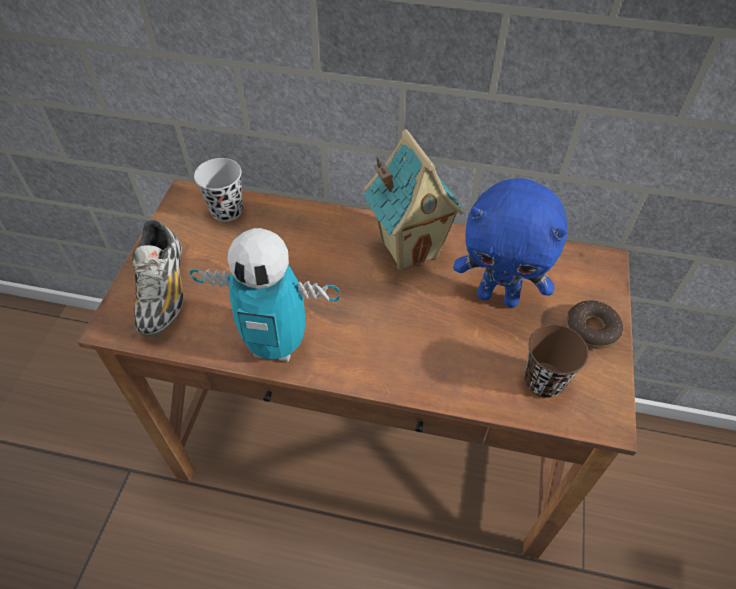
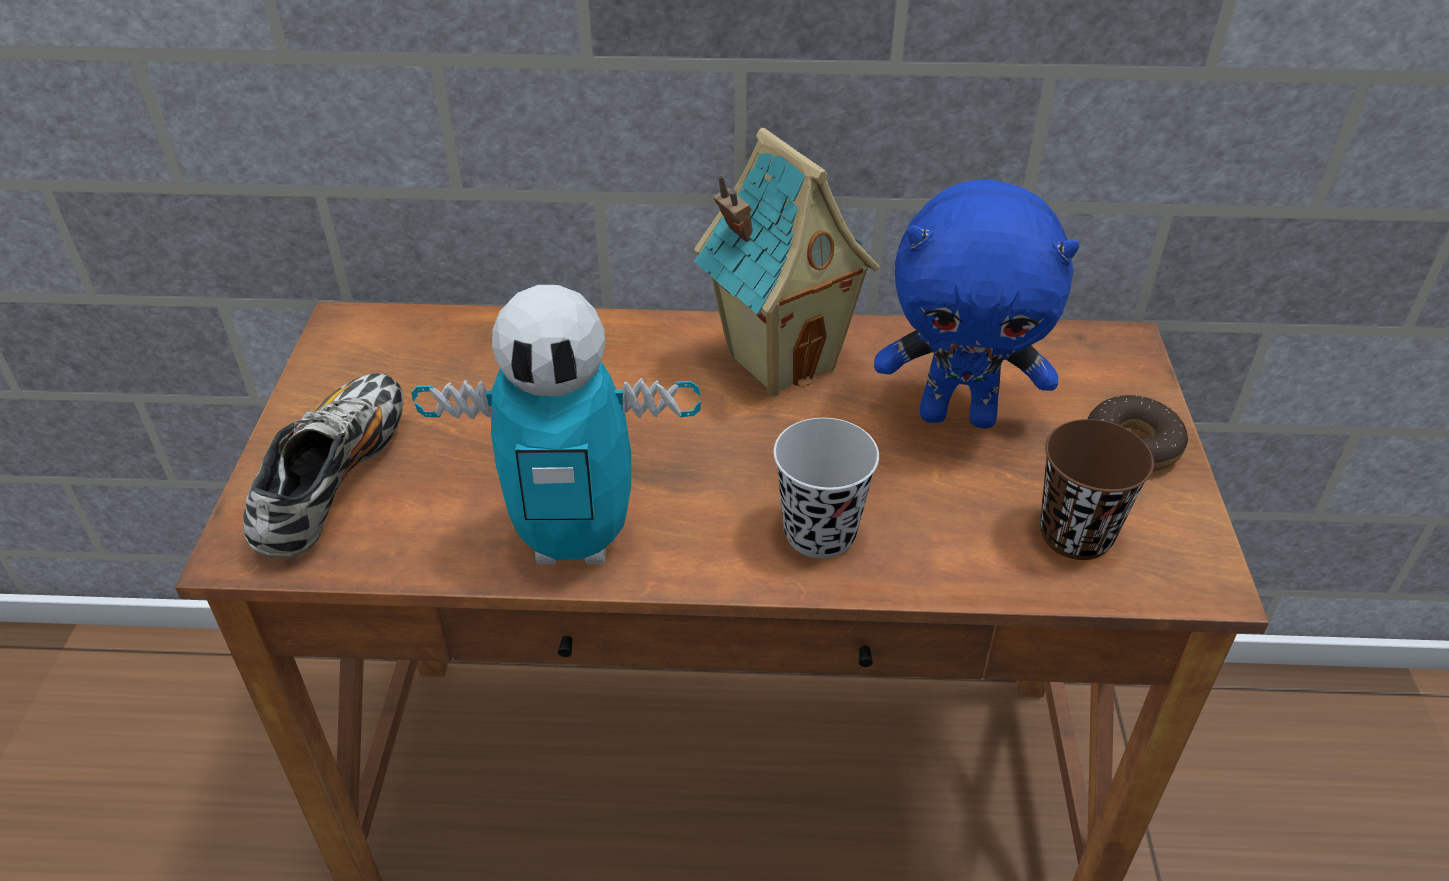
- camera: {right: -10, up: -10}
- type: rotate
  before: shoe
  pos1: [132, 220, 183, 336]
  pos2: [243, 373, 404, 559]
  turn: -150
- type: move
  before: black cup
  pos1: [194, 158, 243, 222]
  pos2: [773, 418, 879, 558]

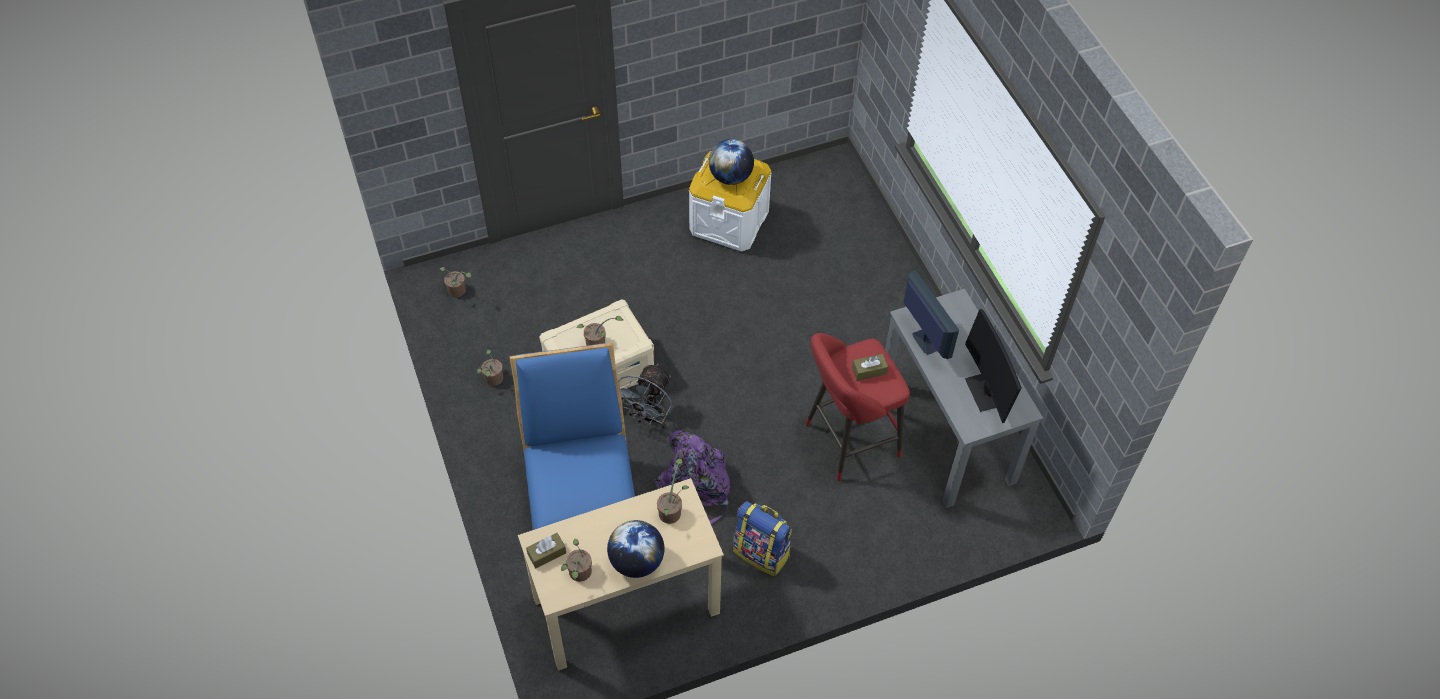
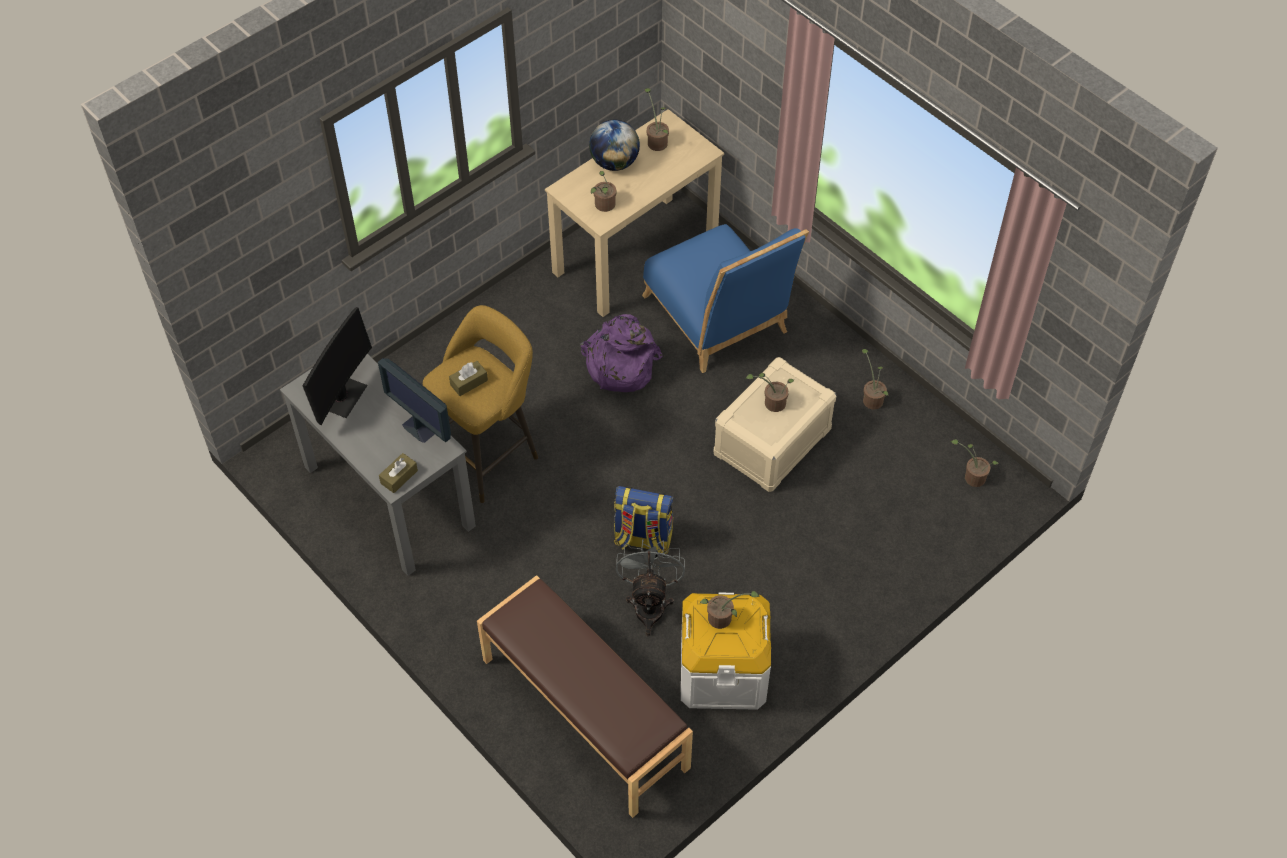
- camera: {right: 160, up: 0}
- type: rotate
  before: monitor
  pos1: [965, 309, 1022, 423]
  pos2: [303, 307, 372, 425]
  turn: 60
- type: move
  before: brownish box of tissues
  pos1: [526, 533, 566, 569]
  pos2: [379, 453, 418, 493]
- type: recolor
  before: red sitting stool
  after: yellowish sitting stool
  pos1: [805, 333, 910, 481]
  pos2: [423, 305, 538, 503]
- type: insert
  after: brownish indoor bench
  pos2: [477, 575, 693, 818]
- type: move
  before: knapsack
  pos1: [733, 501, 792, 576]
  pos2: [614, 486, 674, 554]
- type: move
  before: grey cooling fan
  pos1: [618, 363, 672, 429]
  pos2: [616, 539, 685, 636]
- type: replace
  before: desk globe
  after: plant in a pot
  pos1: [709, 139, 754, 185]
  pos2: [700, 591, 760, 629]

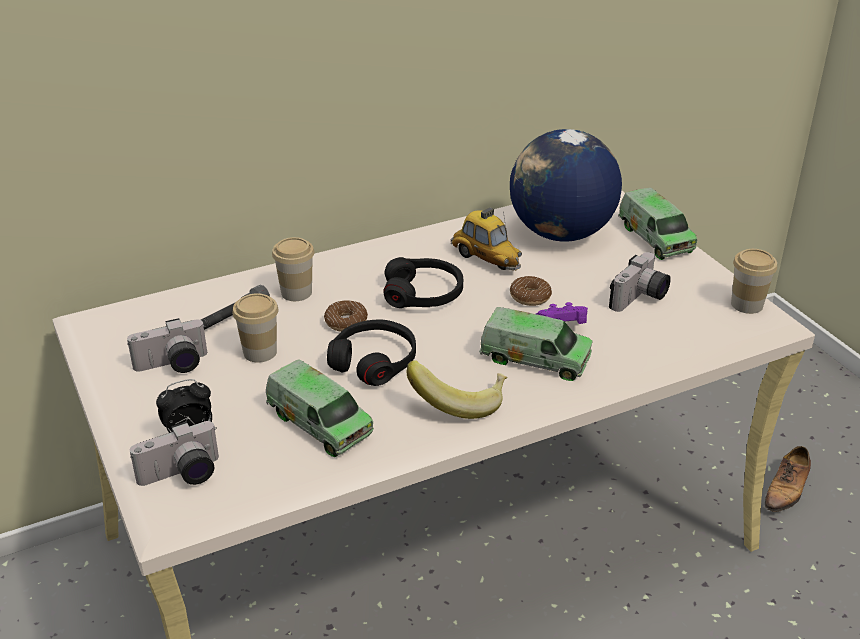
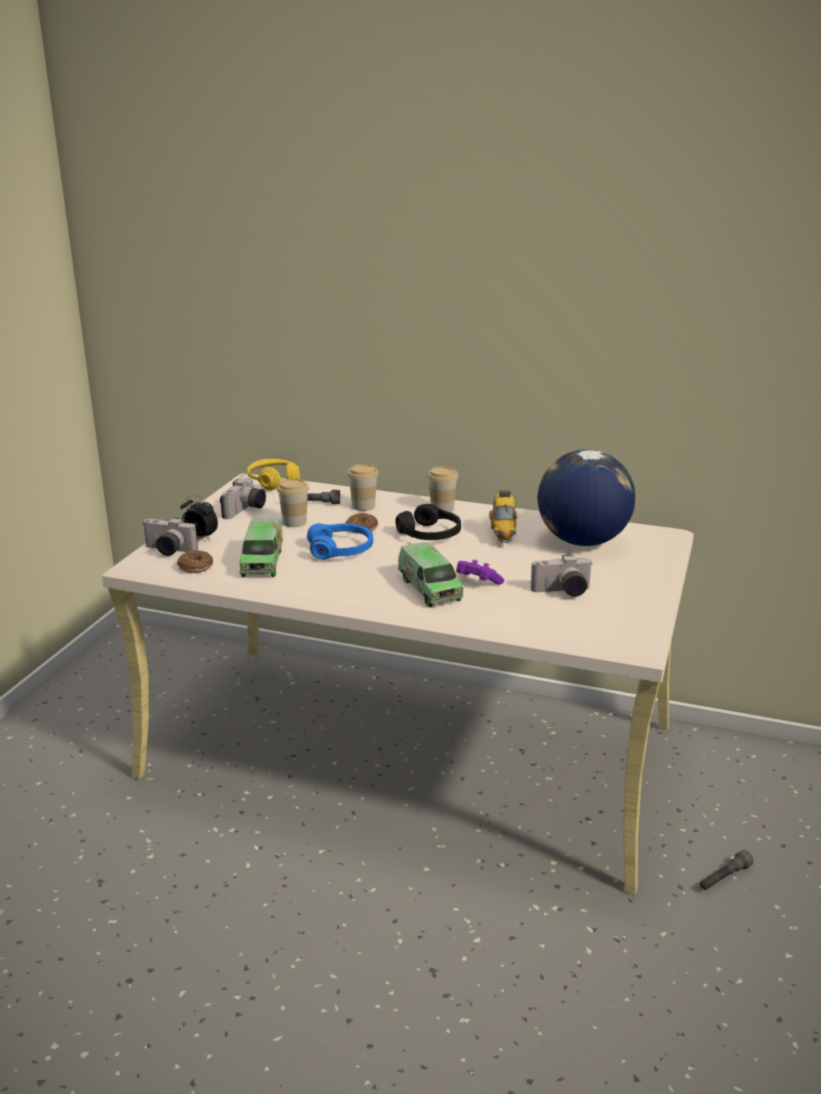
- camera: {right: 45, up: -10}
- type: move
  before: doughnut
  pos1: [510, 276, 552, 306]
  pos2: [177, 550, 213, 573]
- type: rotate
  before: still camera
  pos1: [127, 318, 207, 373]
  pos2: [220, 478, 266, 519]
  turn: -90
- type: insert
  after: yellowish headset
  pos2: [247, 459, 300, 490]
- type: recolor
  before: black headset
  after: blue-coloured headset
  pos1: [327, 319, 416, 386]
  pos2: [307, 523, 373, 560]
- type: move
  before: cup
  pos1: [731, 249, 777, 314]
  pos2: [427, 466, 458, 512]
- type: replace
  before: shoe
  after: grey torch
  pos1: [765, 446, 811, 512]
  pos2: [700, 850, 754, 890]
- type: delete
  before: banana
  pos1: [407, 360, 508, 419]
- type: delete
  before: toy lorry
  pos1: [618, 188, 697, 260]

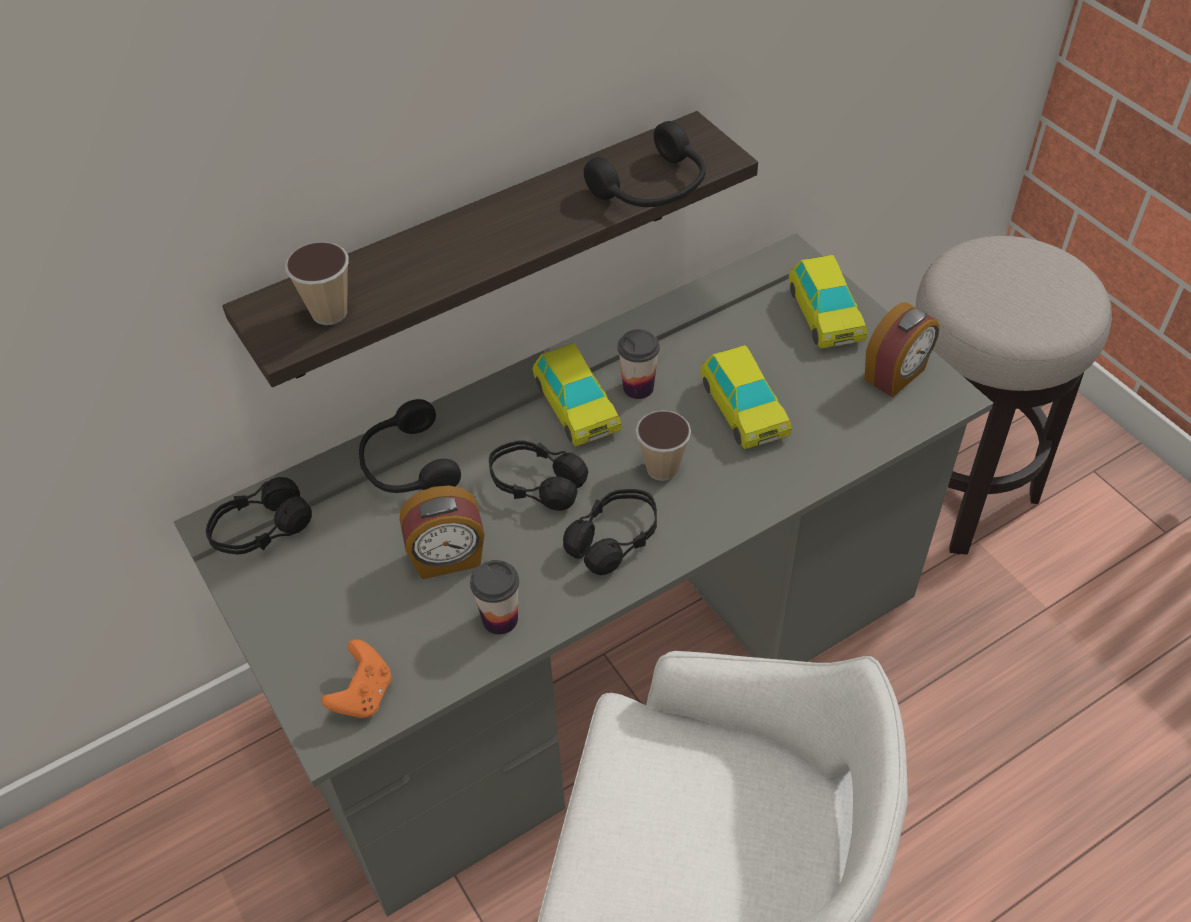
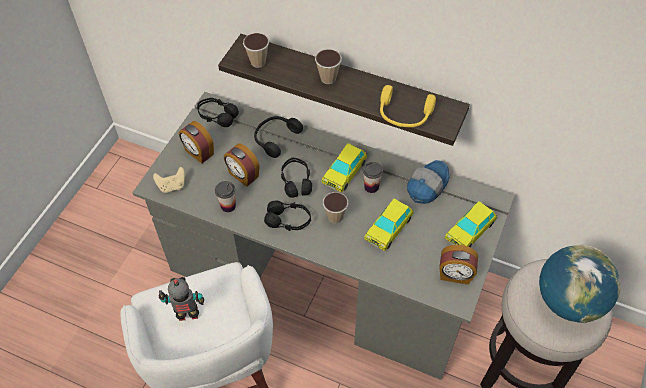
- camera: {right: 55, up: 5}
- type: recolor
  before: orangey joypad
  after: beige joypad
  pos1: [321, 639, 391, 718]
  pos2: [153, 167, 185, 193]
- type: insert
  after: toy robot
  pos2: [159, 277, 204, 321]
- type: insert
  after: table clock
  pos2: [179, 121, 214, 164]
- type: insert
  after: cup
  pos2: [315, 49, 342, 84]
- type: recolor
  before: black headset
  after: yellowish headset
  pos1: [584, 121, 706, 207]
  pos2: [380, 85, 436, 127]
- type: insert
  after: cap
  pos2: [407, 160, 450, 204]
- type: insert
  after: desk globe
  pos2: [539, 245, 620, 323]

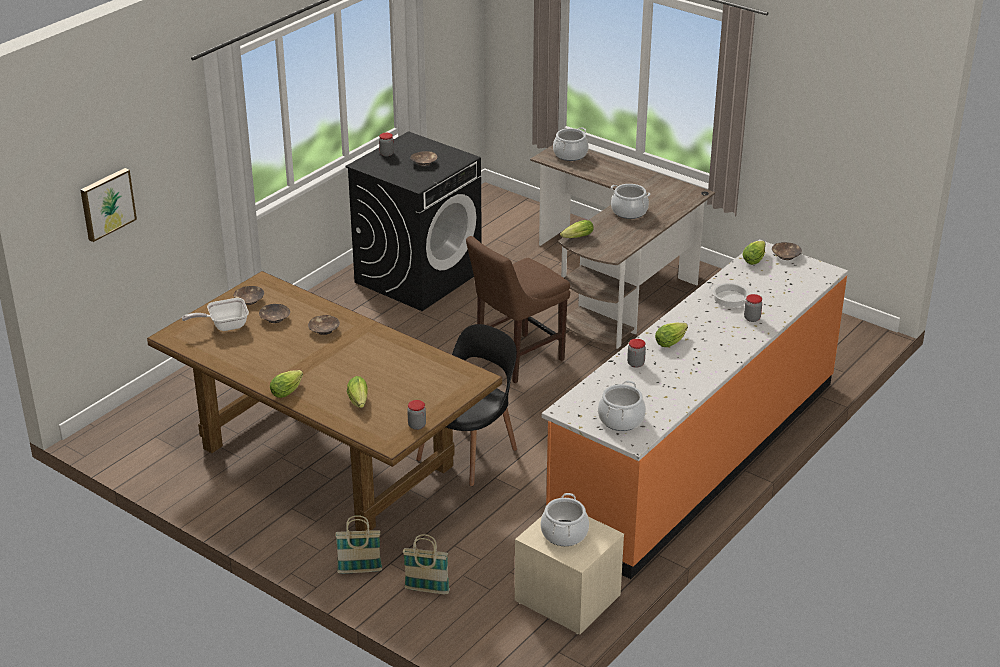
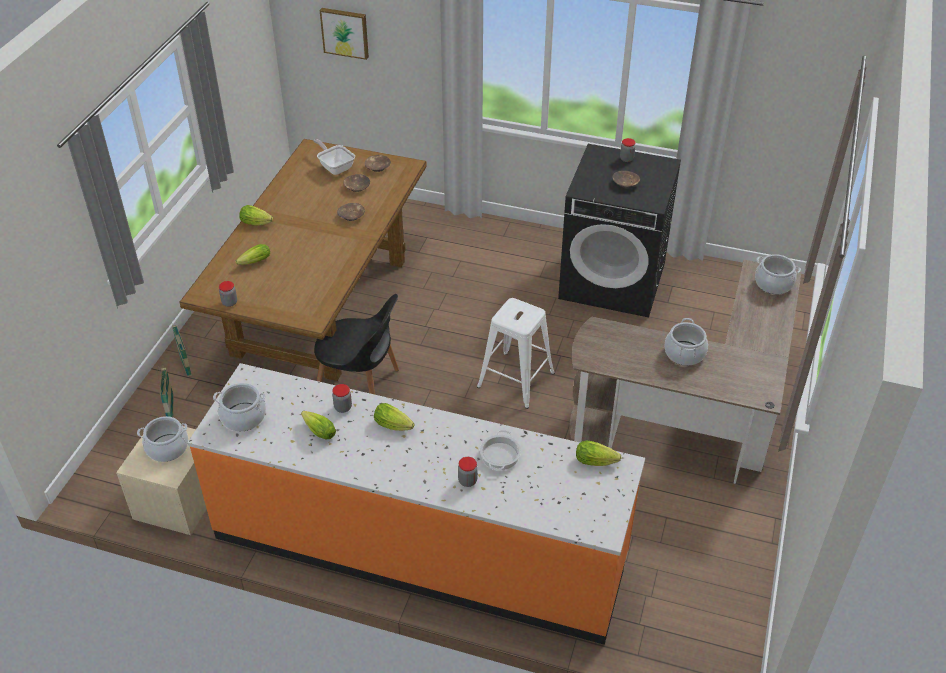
- camera: {right: 70, up: 10}
- type: move
  before: lettuce head
  pos1: [560, 220, 593, 238]
  pos2: [301, 411, 336, 440]
- type: replace
  before: brownish plain chair
  after: white sitting stool
  pos1: [466, 236, 570, 383]
  pos2: [477, 298, 555, 409]
- type: delete
  before: brownish deep dish
  pos1: [772, 242, 802, 260]

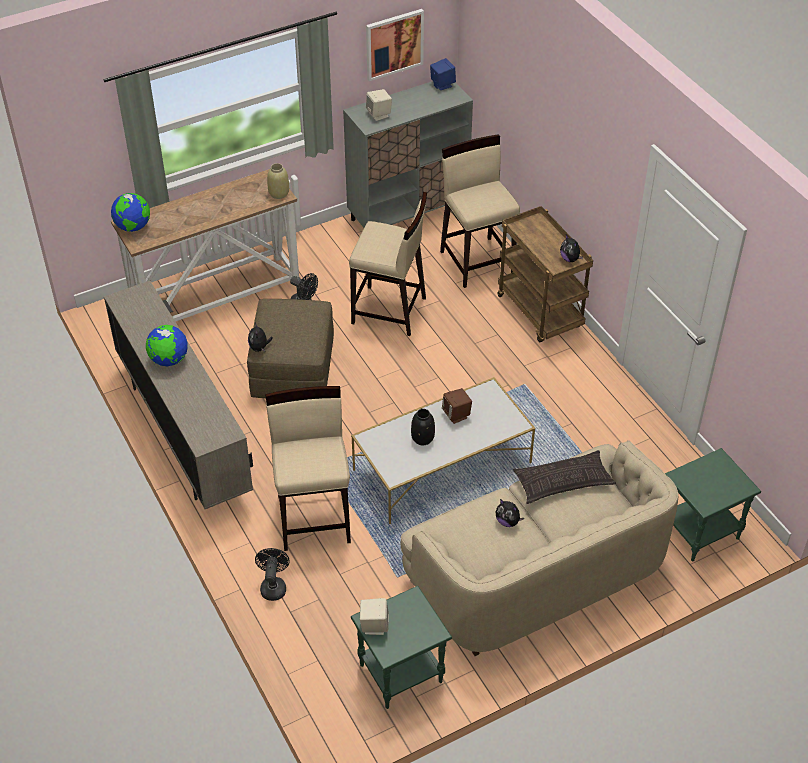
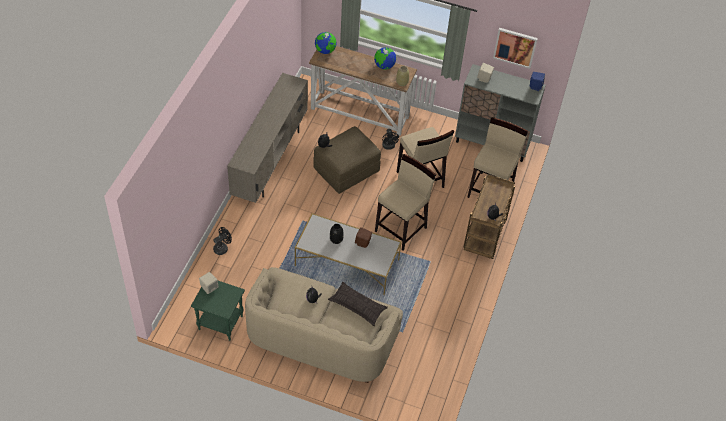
- camera: {right: 45, up: 5}
- type: move
  before: desk globe
  pos1: [146, 325, 188, 366]
  pos2: [374, 47, 396, 70]
- type: move
  before: beige sitting stool
  pos1: [265, 386, 351, 551]
  pos2: [375, 154, 436, 251]
- type: delete
  before: greenish end table
  pos1: [665, 448, 761, 561]

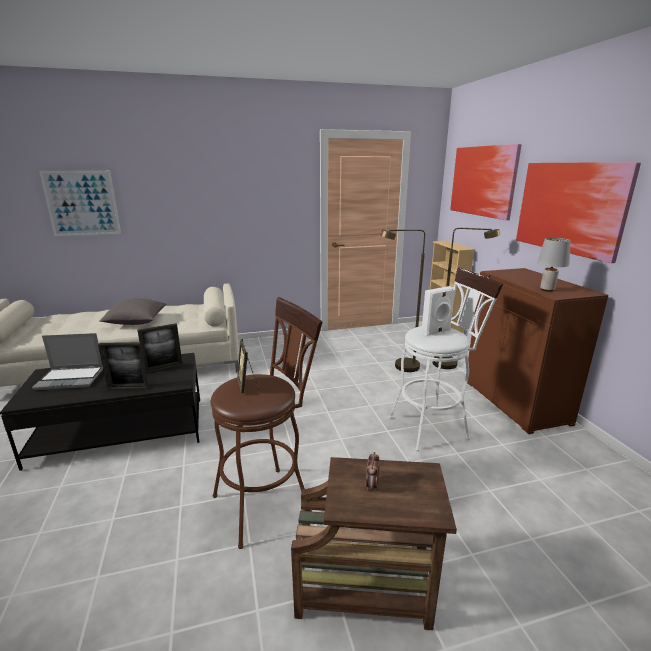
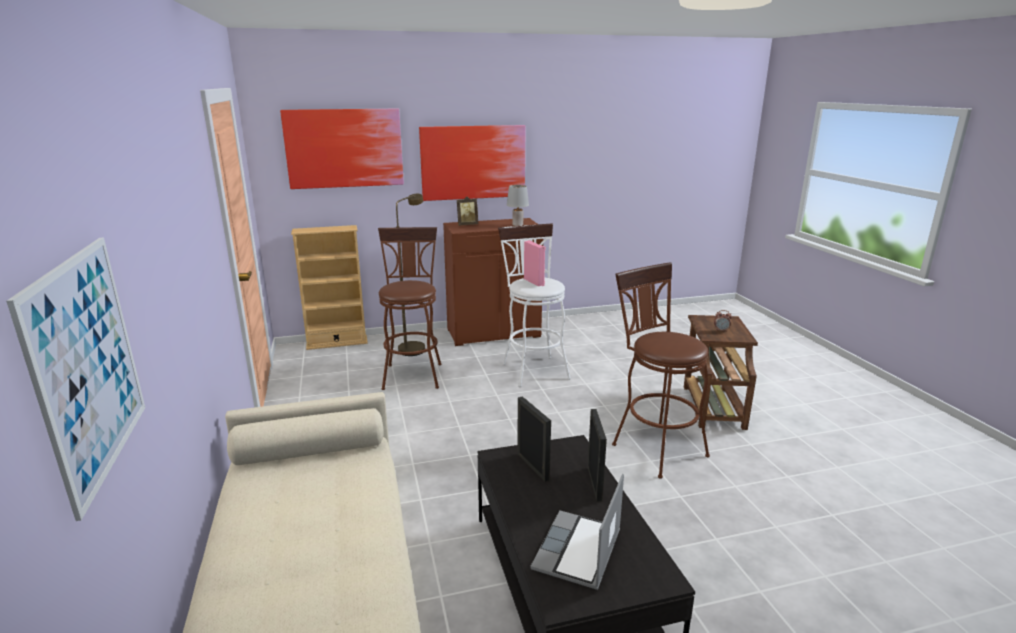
- camera: {right: -90, up: 0}
- type: replace
  before: brownish floor lamp
  after: brownish sitting stool
  pos1: [380, 229, 425, 372]
  pos2: [378, 227, 441, 390]
- type: move
  before: picture frame
  pos1: [237, 339, 259, 393]
  pos2: [457, 196, 478, 226]
- type: recolor
  before: white audio speaker
  after: pink-coloured audio speaker
  pos1: [421, 286, 455, 336]
  pos2: [524, 240, 546, 286]
- type: rotate
  before: portable computer
  pos1: [32, 333, 103, 390]
  pos2: [530, 474, 624, 590]
  turn: -150
- type: delete
  before: grey throw pillow
  pos1: [100, 298, 166, 325]

